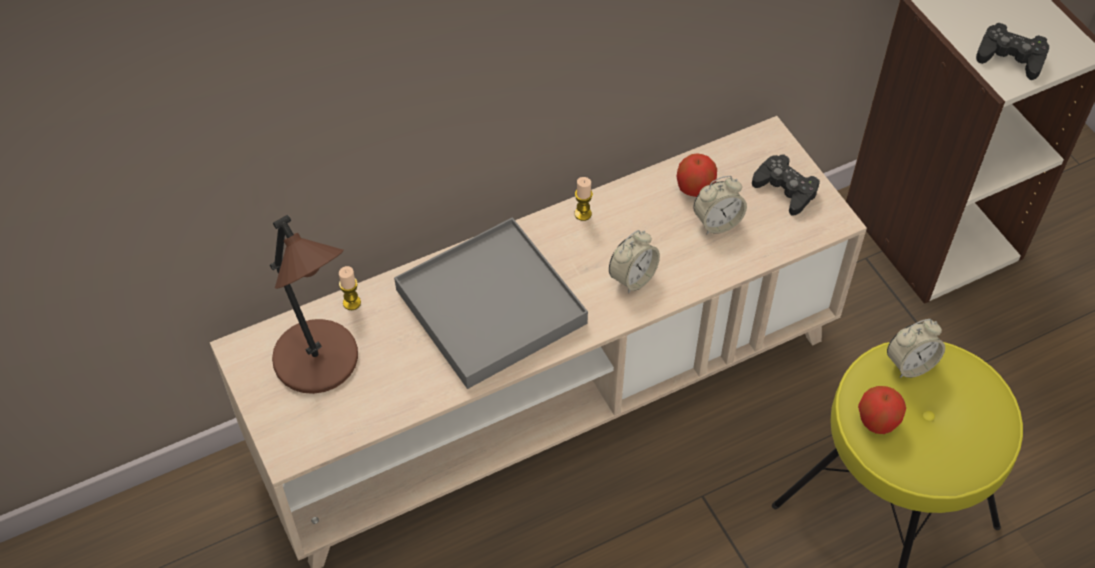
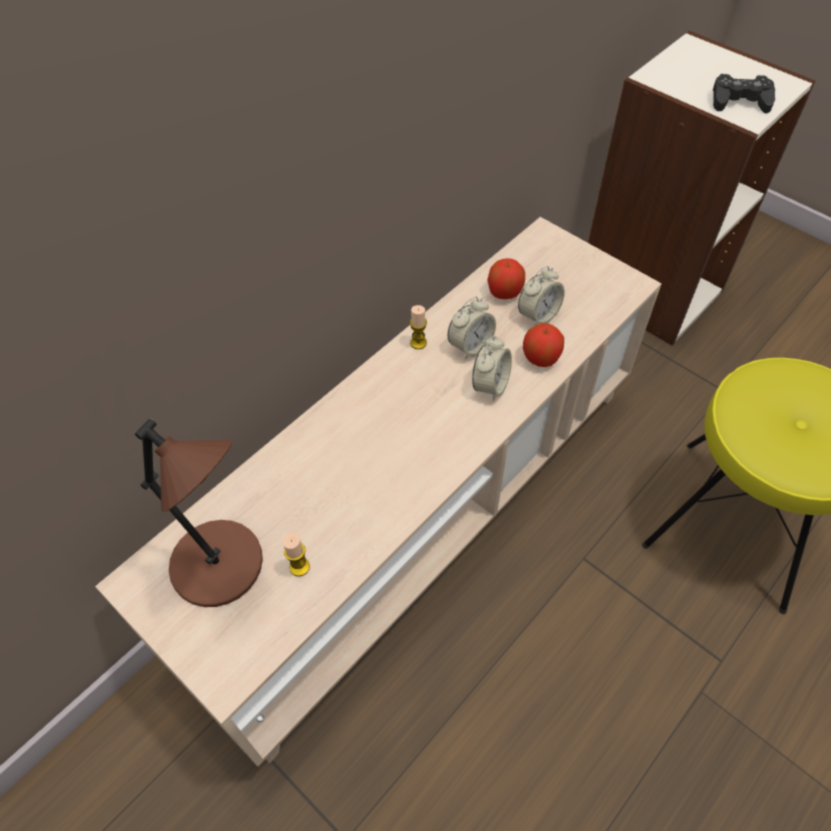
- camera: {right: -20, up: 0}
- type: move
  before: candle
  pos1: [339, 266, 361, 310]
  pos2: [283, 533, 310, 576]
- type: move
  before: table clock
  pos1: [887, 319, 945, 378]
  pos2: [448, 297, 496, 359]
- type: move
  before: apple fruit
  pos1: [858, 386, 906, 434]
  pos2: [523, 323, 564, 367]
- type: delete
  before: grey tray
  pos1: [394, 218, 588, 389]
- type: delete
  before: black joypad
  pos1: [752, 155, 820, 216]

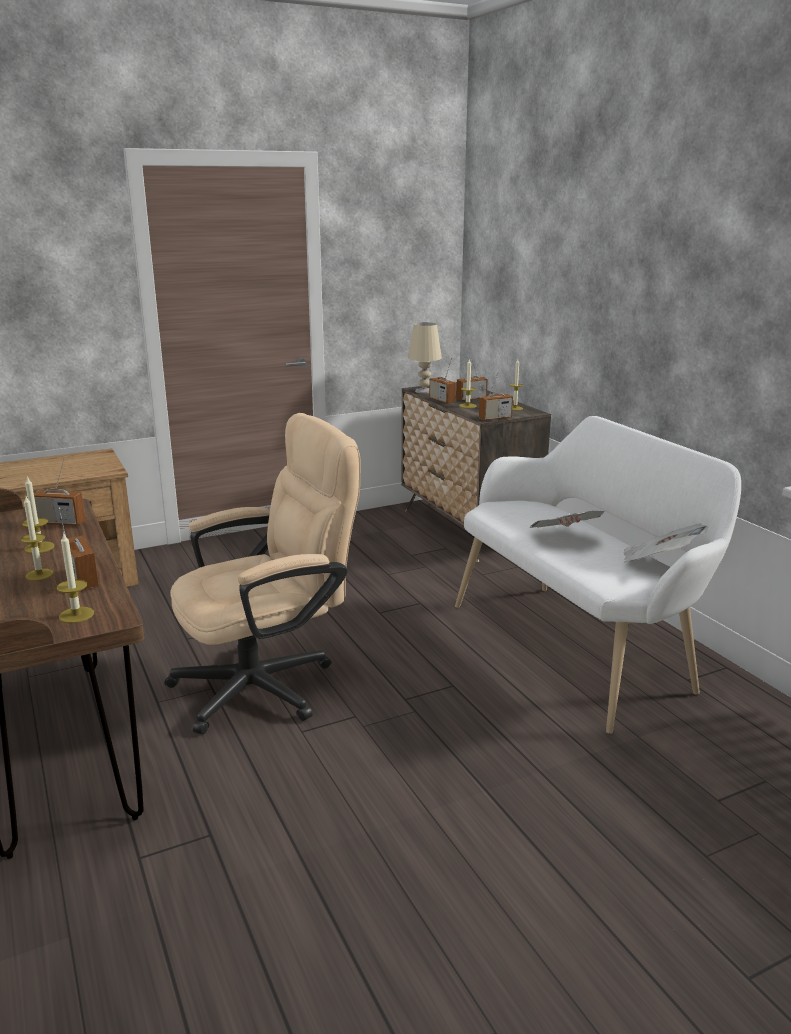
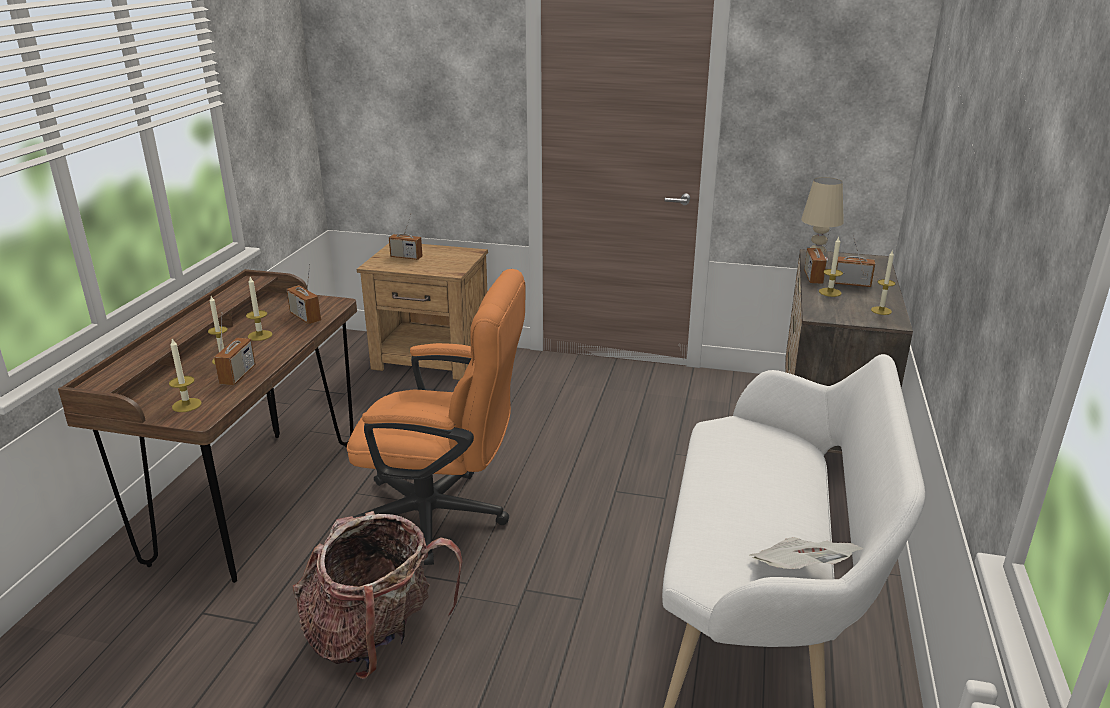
- camera: {right: 40, up: 5}
- type: insert
  after: knapsack
  pos2: [293, 511, 463, 680]
- type: recolor
  before: beige computer chair
  after: orangey computer chair
  pos1: [165, 413, 360, 734]
  pos2: [347, 269, 525, 565]
- type: move
  before: radio set
  pos1: [479, 371, 513, 421]
  pos2: [389, 215, 423, 260]
- type: delete
  before: daily paper
  pos1: [529, 511, 605, 528]

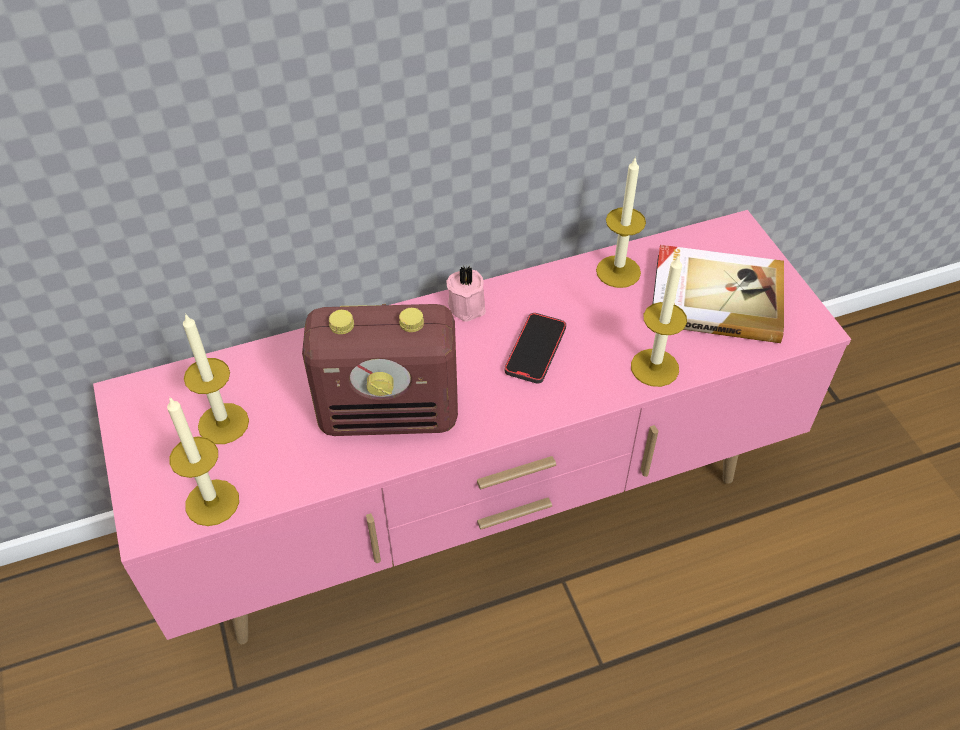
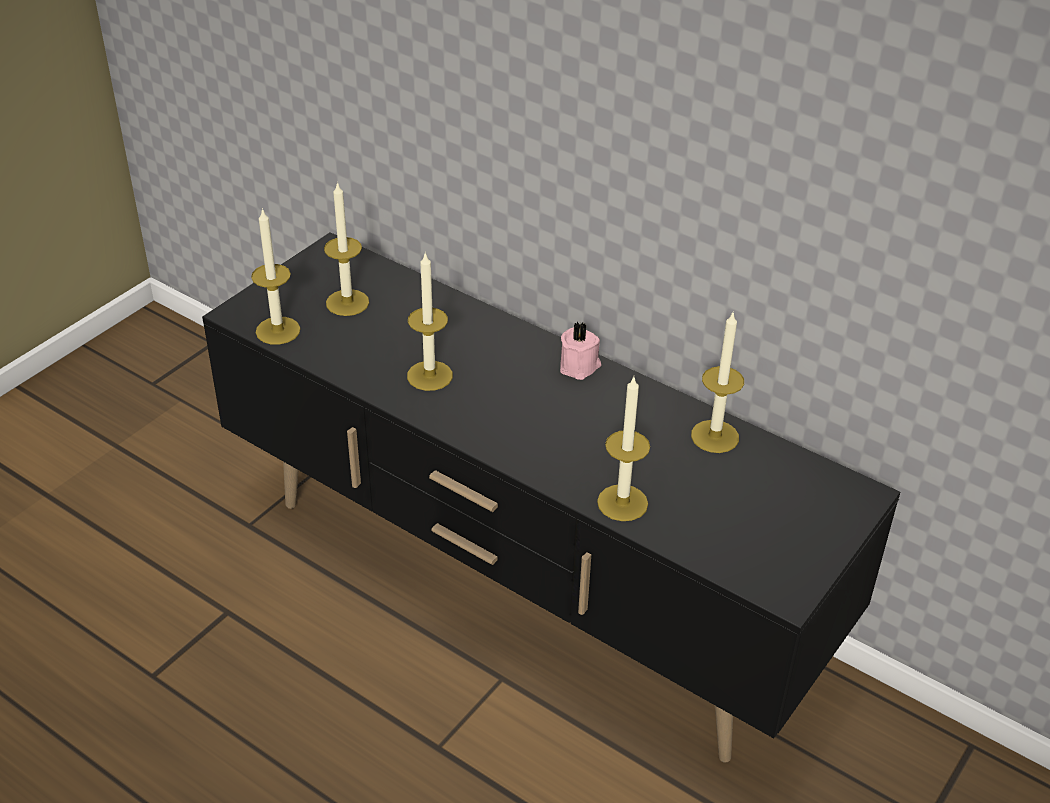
- camera: {right: 55, up: -10}
- type: recolor
  before: pink-coloured media console
  after: black media console
  pos1: [93, 210, 851, 644]
  pos2: [202, 232, 900, 763]
- type: replace
  before: radio set
  after: candle
  pos1: [302, 304, 458, 436]
  pos2: [407, 252, 453, 391]
- type: delete
  before: handset
  pos1: [505, 313, 566, 384]
- type: delete
  before: bound book
  pos1: [653, 245, 784, 343]

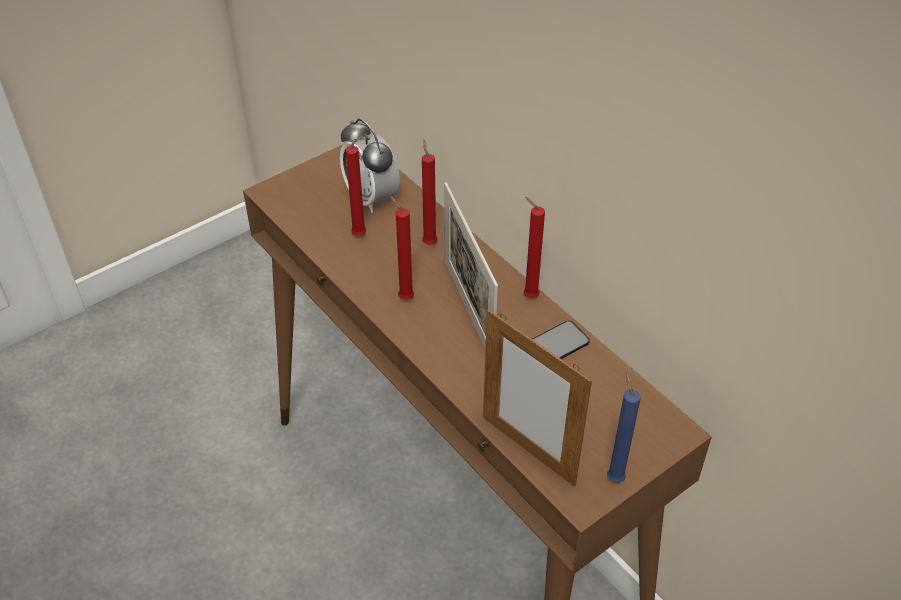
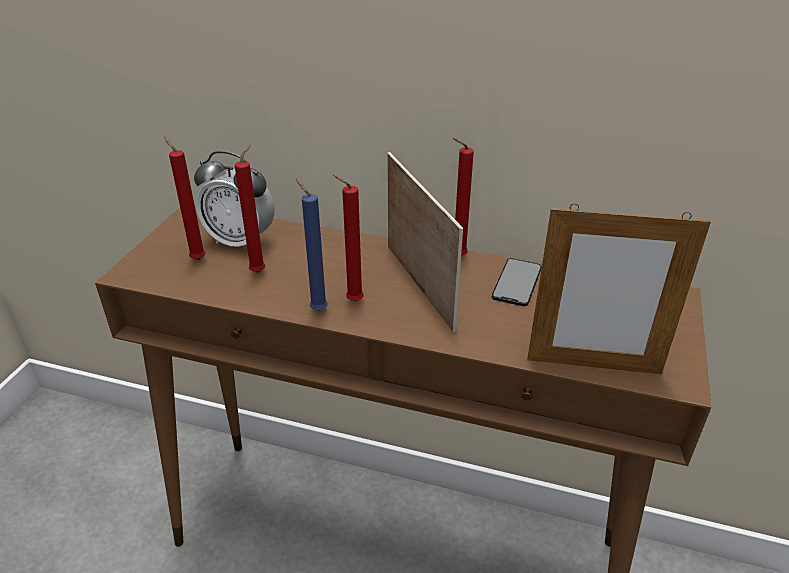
- camera: {right: -35, up: -10}
- type: move
  before: red candle
  pos1: [422, 139, 437, 245]
  pos2: [164, 136, 205, 260]
- type: move
  before: blue-coloured candle
  pos1: [607, 373, 641, 483]
  pos2: [296, 178, 328, 311]
- type: rotate
  before: picture frame
  pos1: [444, 182, 498, 350]
  pos2: [387, 152, 463, 333]
  turn: -150

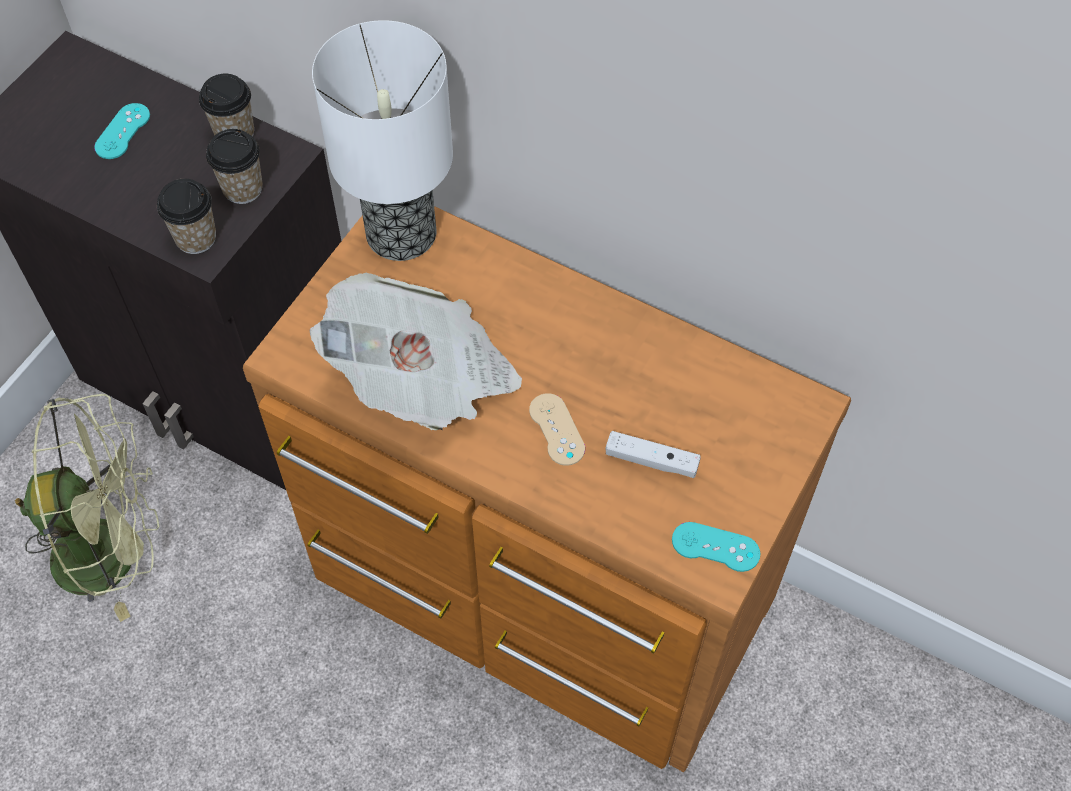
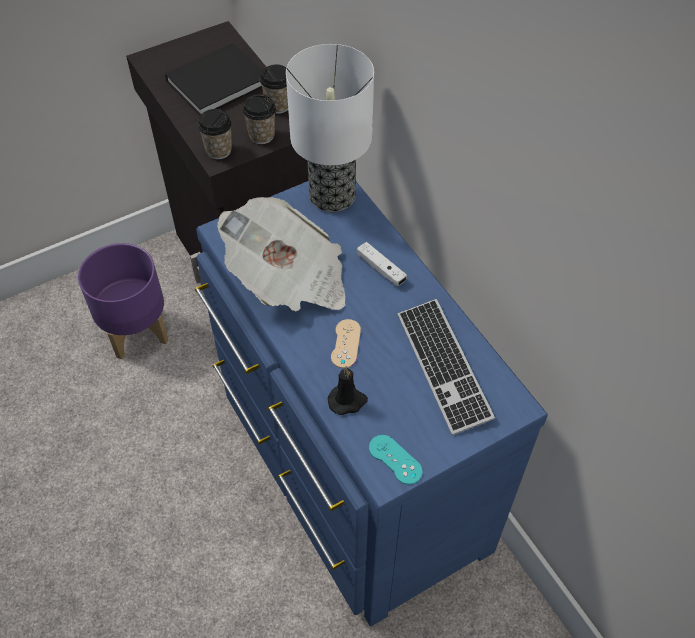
- camera: {right: 30, up: -5}
- type: replace
  before: greenish cooling fan
  after: purple flower pot
  pos1: [15, 394, 159, 622]
  pos2: [78, 243, 168, 359]
- type: replace
  before: blue-green joypad
  after: black bound book
  pos1: [94, 103, 150, 159]
  pos2: [165, 43, 263, 116]
- type: recolor
  before: brownish drawer chest
  after: blue-coloured drawer chest
  pos1: [243, 206, 851, 772]
  pos2: [195, 181, 548, 626]
- type: insert
  after: black candle
  pos2: [328, 366, 368, 415]
- type: move
  before: white joypad
  pos1: [606, 431, 701, 478]
  pos2: [357, 242, 407, 286]
- type: insert
  after: PC keyboard
  pos2: [398, 299, 495, 435]

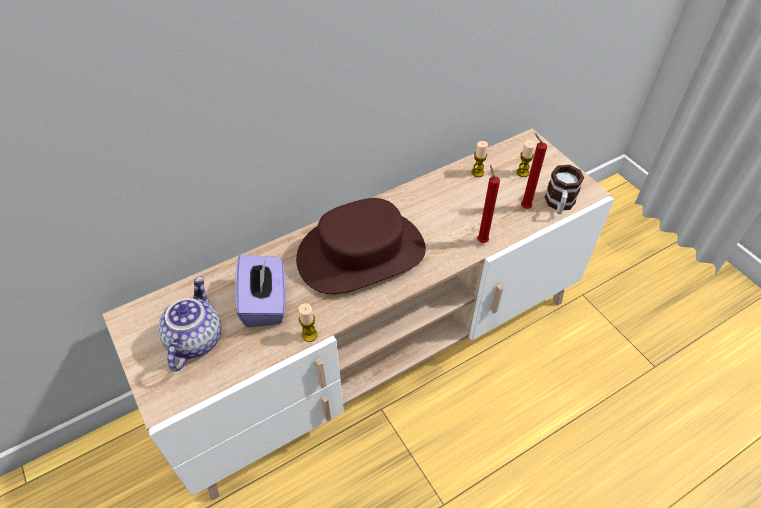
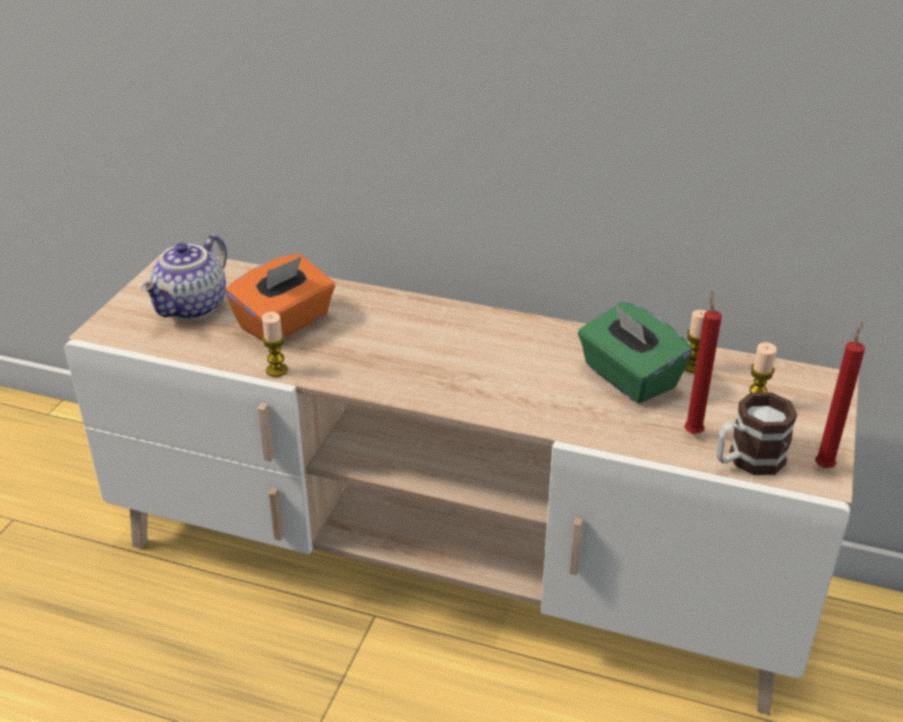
- camera: {right: 50, up: -15}
- type: rotate
  before: teapot
  pos1: [158, 276, 221, 371]
  pos2: [141, 235, 227, 320]
  turn: 150
- type: recolor
  before: purple box of tissues
  after: orangey box of tissues
  pos1: [235, 255, 286, 327]
  pos2: [225, 254, 335, 342]
- type: insert
  after: greenish box of tissues
  pos2: [578, 302, 693, 404]
- type: move
  before: red candle
  pos1: [477, 165, 500, 243]
  pos2: [815, 322, 865, 468]
- type: delete
  before: brownish clothing hat
  pos1: [296, 198, 426, 294]

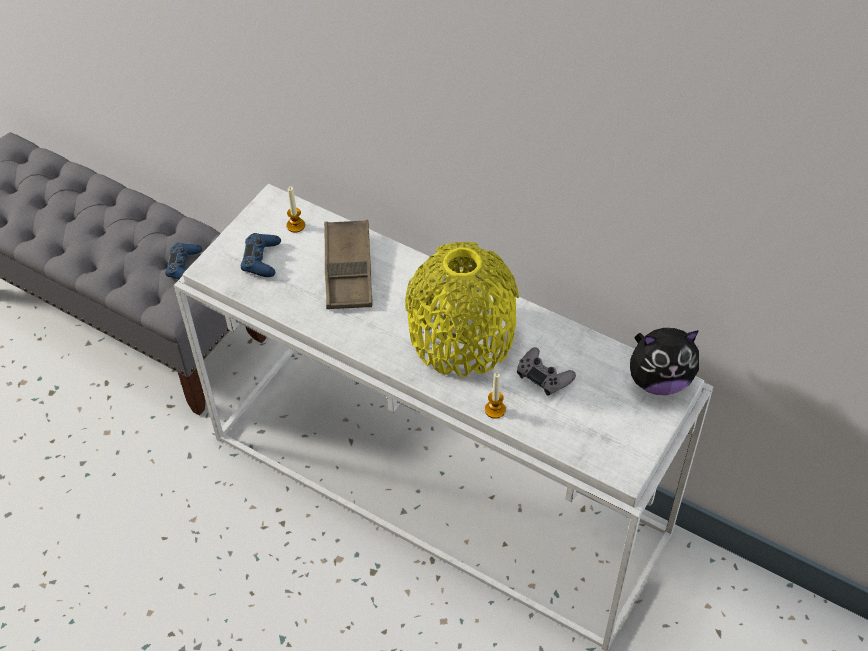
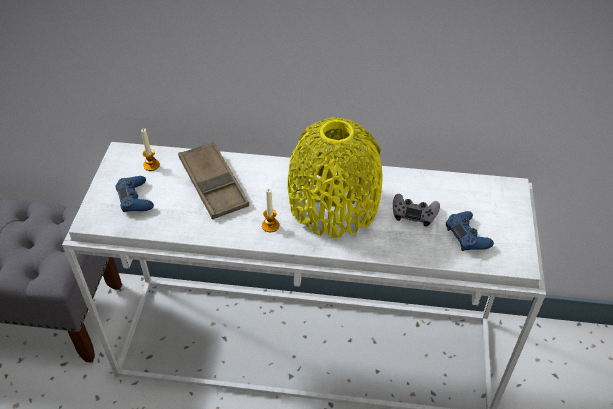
- camera: {right: -25, up: -5}
- type: move
  before: candle
  pos1: [485, 373, 506, 419]
  pos2: [262, 189, 279, 232]
- type: move
  before: blue-coloured joypad
  pos1: [165, 243, 202, 279]
  pos2: [446, 211, 494, 251]
- type: delete
  before: plush toy
  pos1: [630, 328, 699, 395]

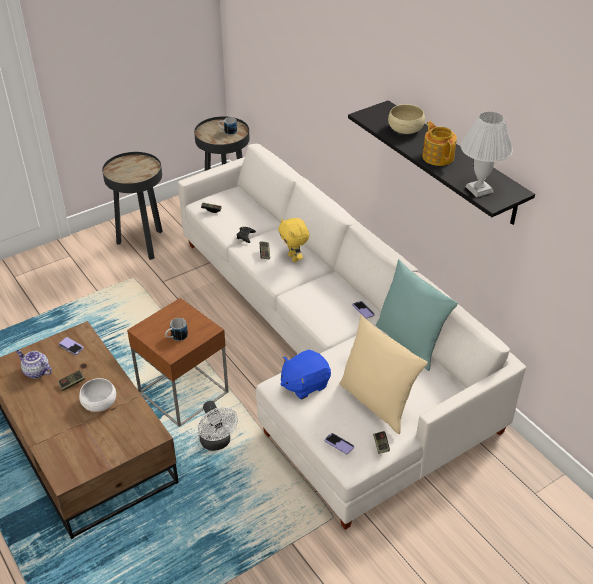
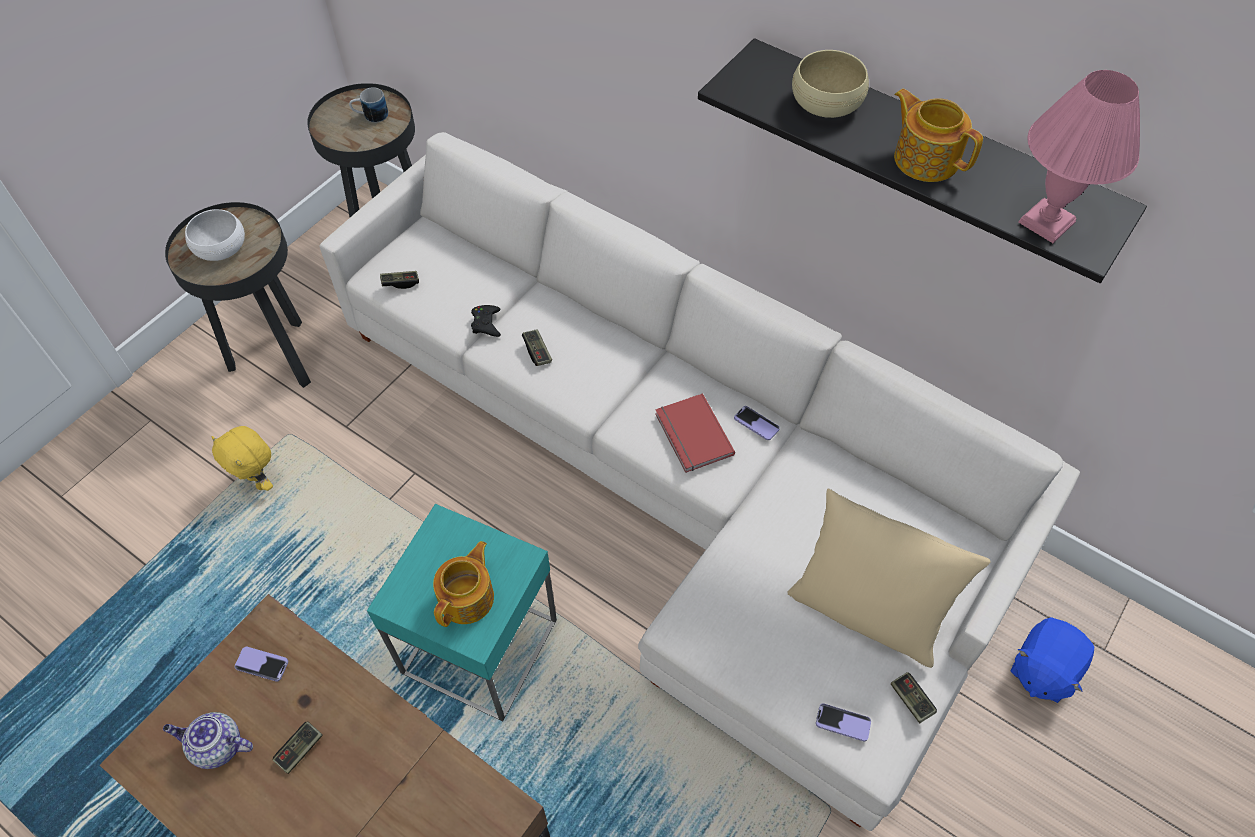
- camera: {right: -20, up: 15}
- type: move
  before: white deep dish
  pos1: [79, 378, 116, 412]
  pos2: [185, 209, 245, 261]
- type: move
  before: yellowish plush toy
  pos1: [278, 218, 309, 262]
  pos2: [211, 426, 273, 491]
- type: recolor
  before: brownish end table
  after: blue-green end table
  pos1: [127, 298, 229, 427]
  pos2: [367, 504, 557, 721]
- type: replace
  before: tea mug
  after: teapot
  pos1: [165, 318, 188, 341]
  pos2: [433, 541, 494, 627]
- type: insert
  after: red bound book
  pos2: [655, 393, 735, 473]
- type: move
  before: blue-coloured plush toy
  pos1: [280, 350, 331, 400]
  pos2: [1010, 617, 1094, 703]
- type: recolor
  before: white lamp for a table
  after: pink-coloured lamp for a table
  pos1: [461, 112, 513, 197]
  pos2: [1018, 70, 1140, 243]
- type: delete
  before: white cooling fan
  pos1: [198, 401, 238, 451]
- type: delete
  before: blue-green throw pillow
  pos1: [376, 259, 458, 371]

